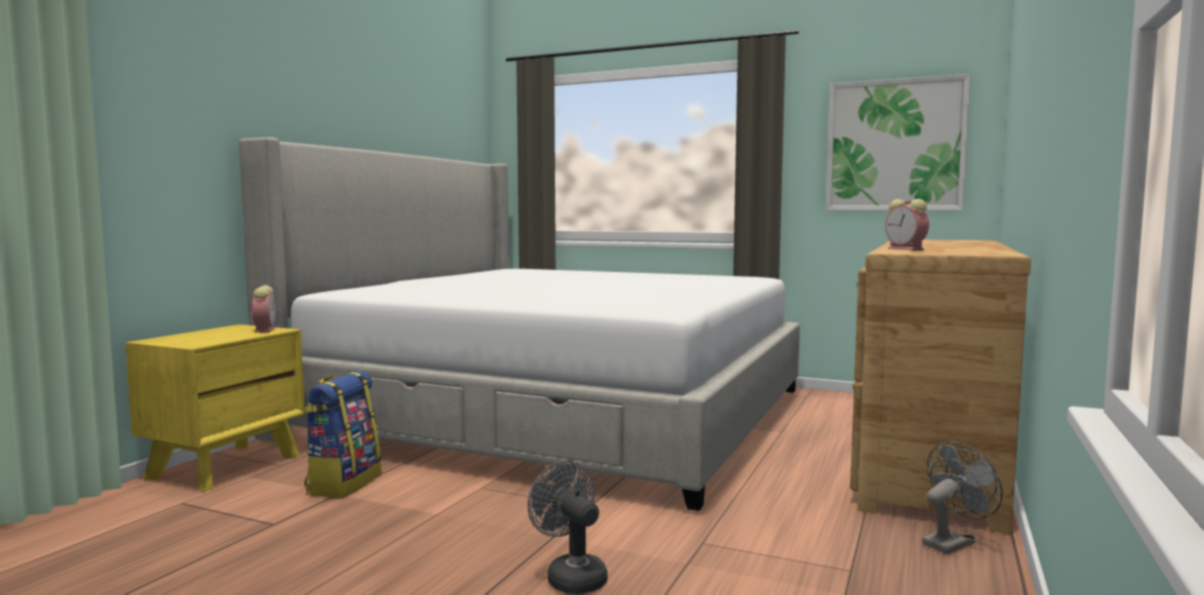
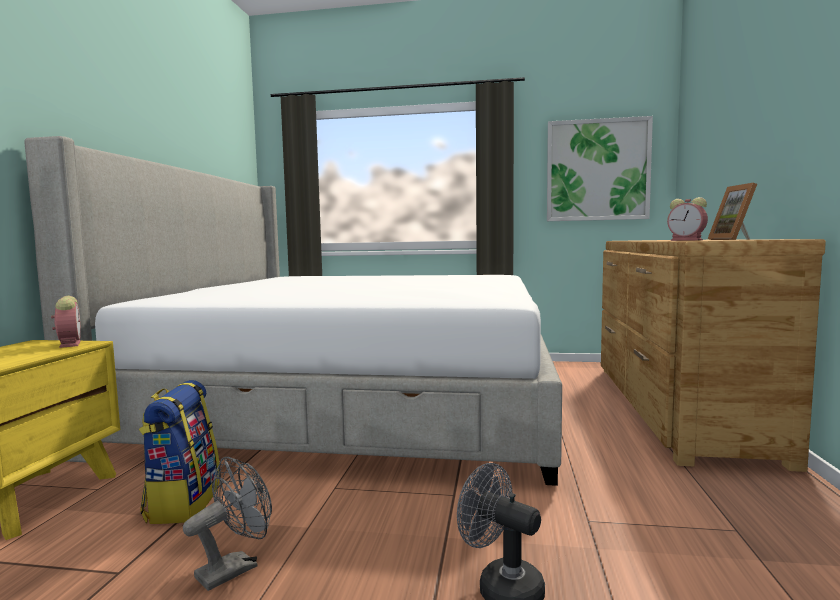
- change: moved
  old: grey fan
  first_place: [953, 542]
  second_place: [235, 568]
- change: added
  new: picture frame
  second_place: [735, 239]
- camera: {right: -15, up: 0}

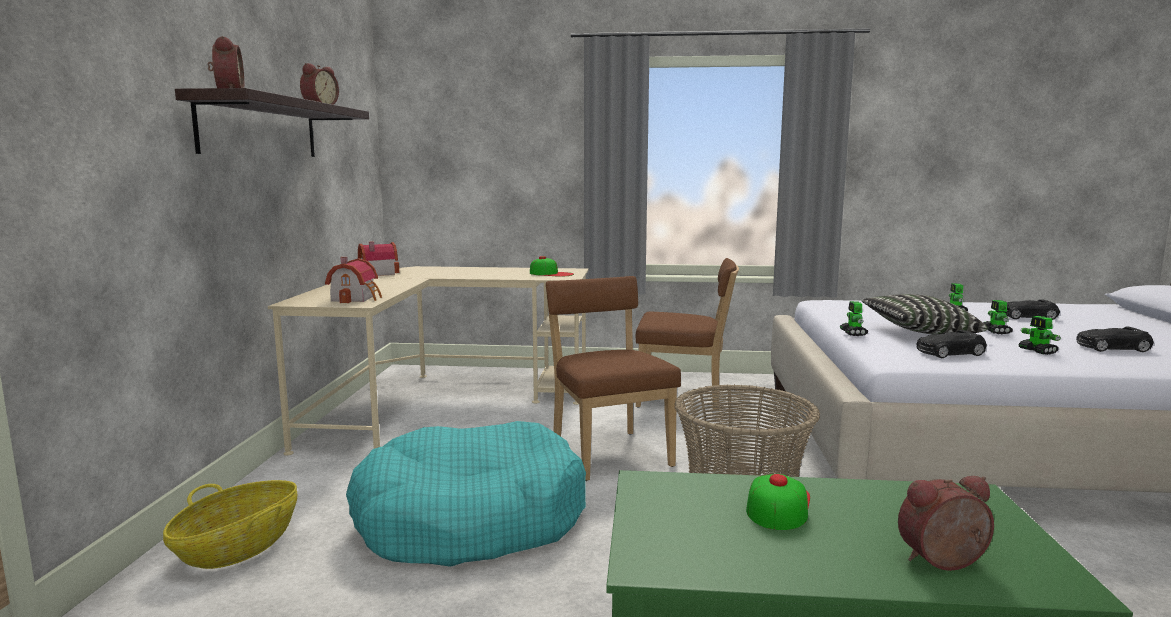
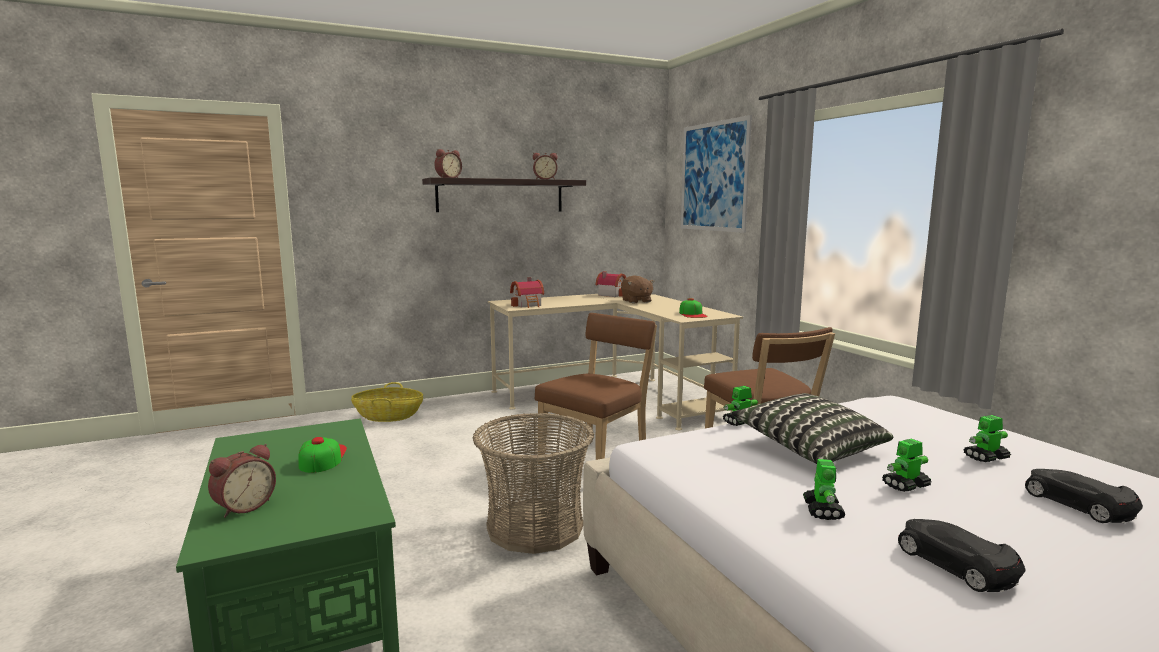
- change: turned
  old: toy robot
  first_place: [1038, 351]
  second_place: [822, 510]
  degrees: 150
- change: removed
  old: black toy car
  first_place: [949, 353]
- change: removed
  old: turquoise dog bed
  first_place: [470, 519]
- change: turned
  old: cap
  first_place: [777, 504]
  second_place: [322, 457]
  degrees: -90
- change: turned
  old: alarm clock
  first_place: [944, 563]
  second_place: [243, 506]
  degrees: 75
- change: added
  new: picture
  second_place: [713, 177]
- change: added
  new: brown plush toy
  second_place: [636, 301]
- camera: {right: 60, up: 0}

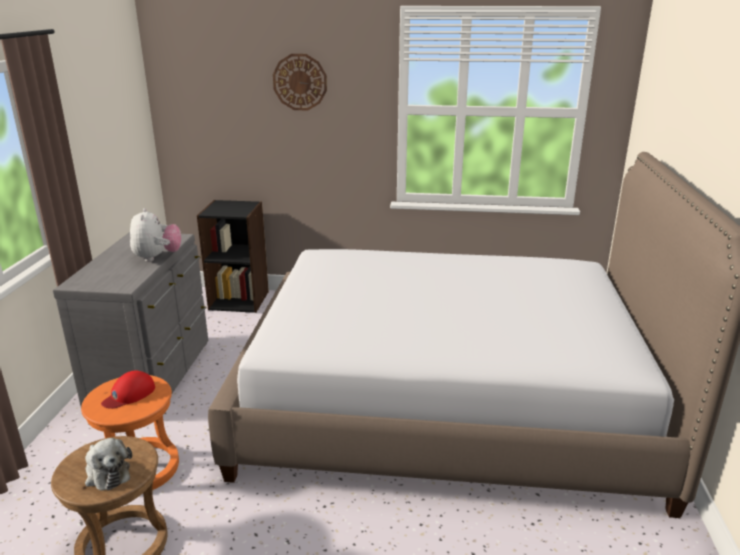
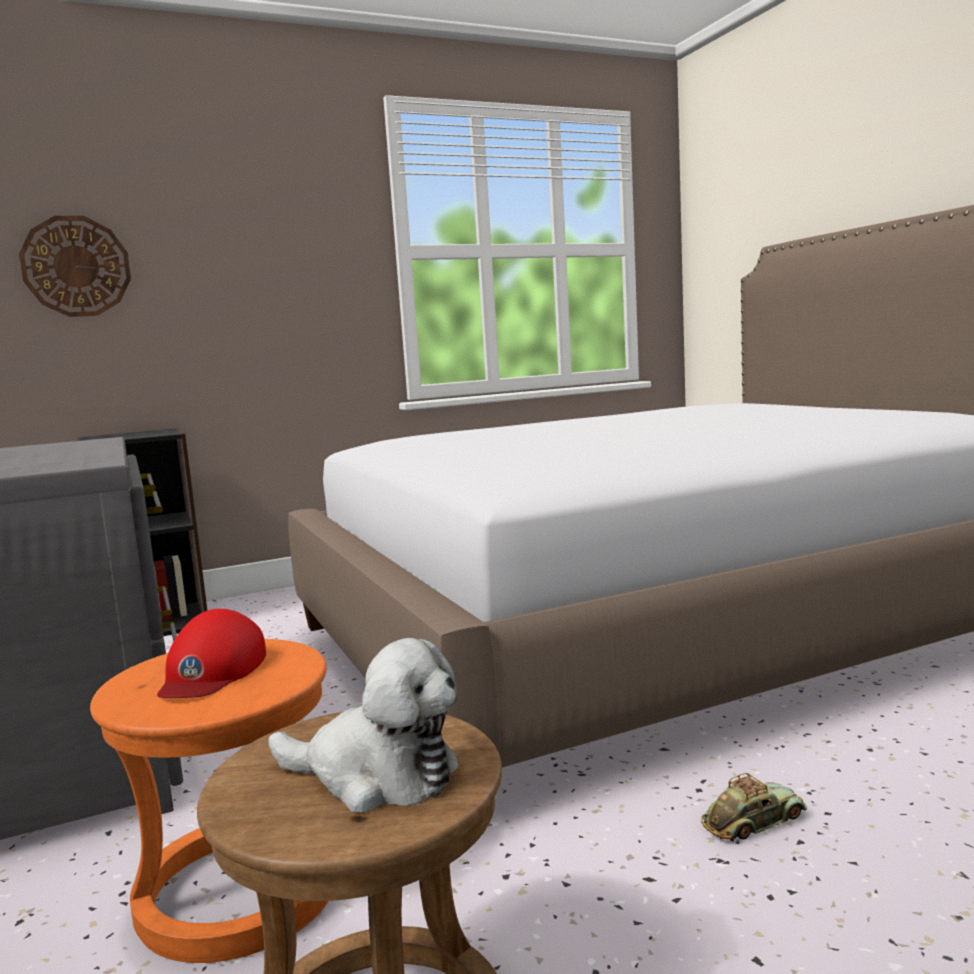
- change: moved
  old: wall clock
  first_place: [300, 82]
  second_place: [76, 266]
- change: removed
  old: plush toy
  first_place: [157, 257]
- change: added
  new: toy car
  second_place: [753, 821]
- camera: {right: -30, up: -15}

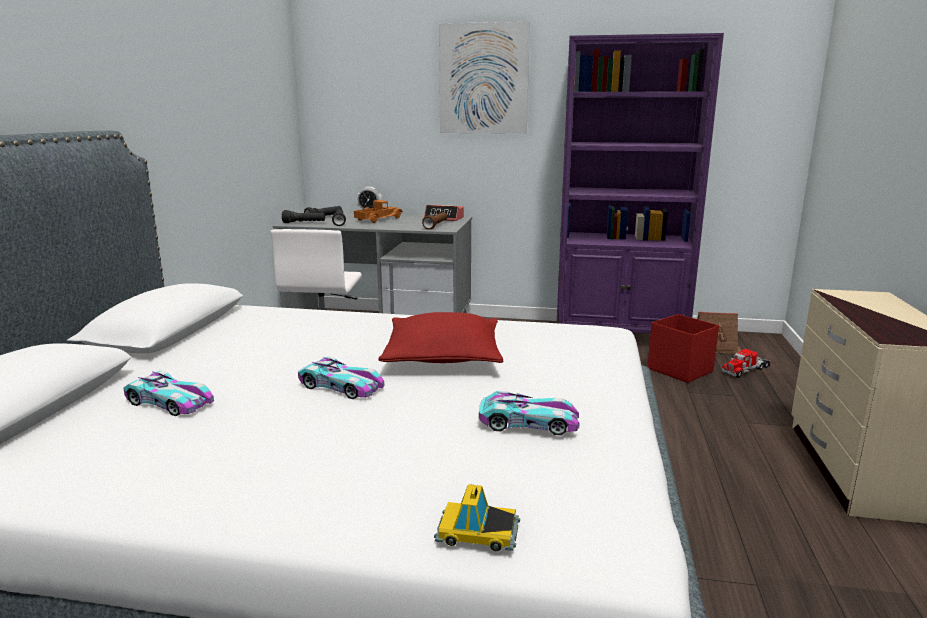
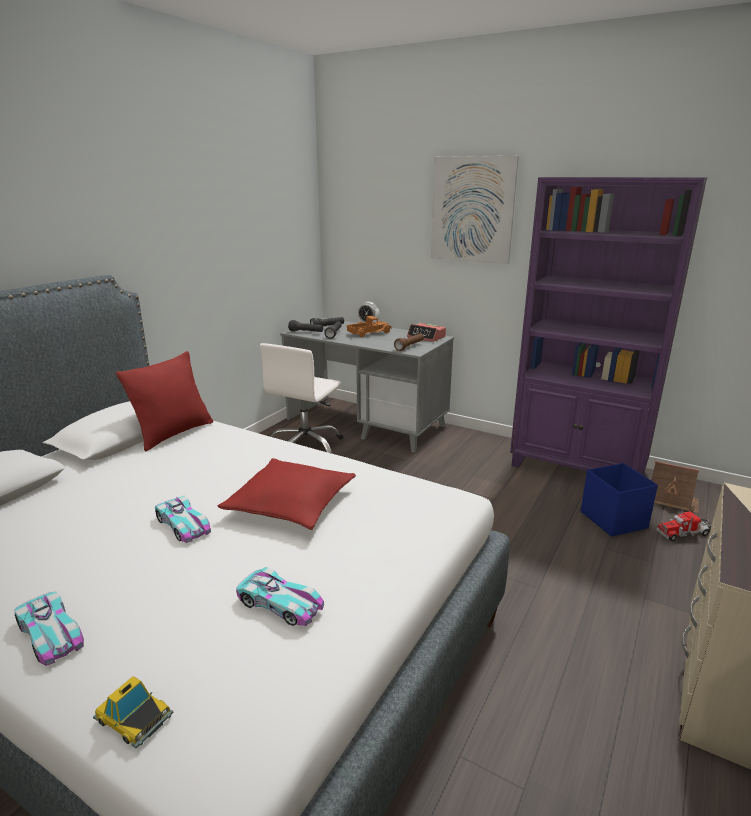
- change: recoloured
  old: red storage box
  new: blue storage box
  first_place: [679, 370]
  second_place: [613, 519]
- change: moved
  old: toy car
  first_place: [170, 402]
  second_place: [50, 633]
- change: added
  new: red pillow
  second_place: [174, 433]
- camera: {right: 20, up: 5}

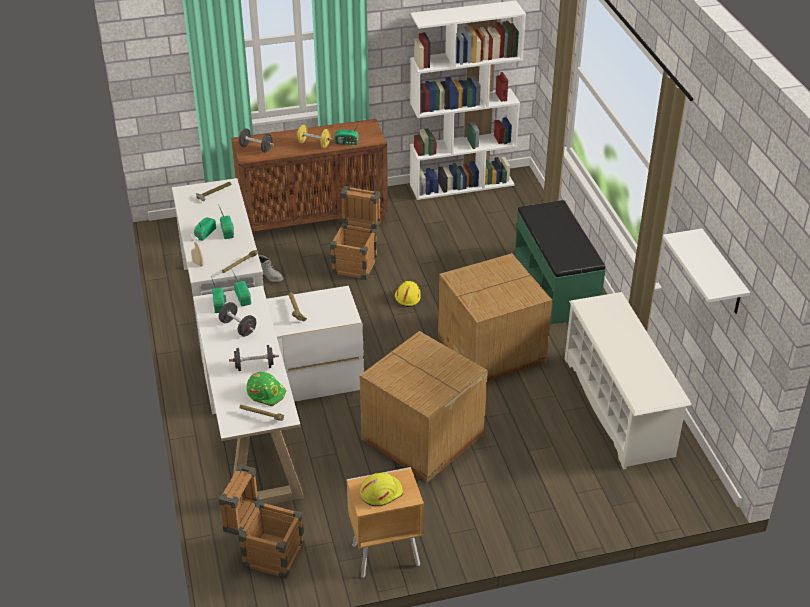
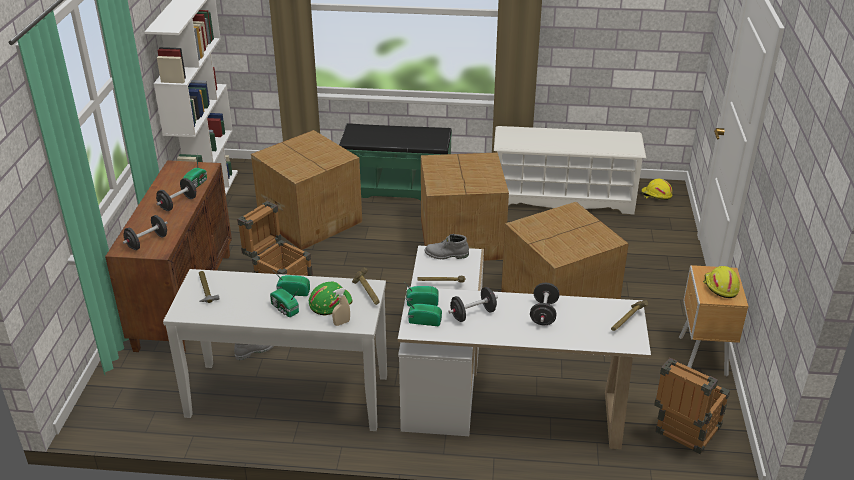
- change: recoloured
  old: yellow dumbbell
  new: black dumbbell
  first_place: [314, 144]
  second_place: [178, 203]
- change: removed
  old: white shelf
  first_place: [722, 274]
- change: moved
  old: yellow hard hat
  first_place: [407, 297]
  second_place: [656, 195]
- change: moved
  old: green hard hat
  first_place: [266, 393]
  second_place: [330, 303]
- change: added
  new: cardboard box
  second_place: [310, 219]
- change: added
  new: grey boot
  second_place: [446, 255]
- camera: {right: -70, up: -5}

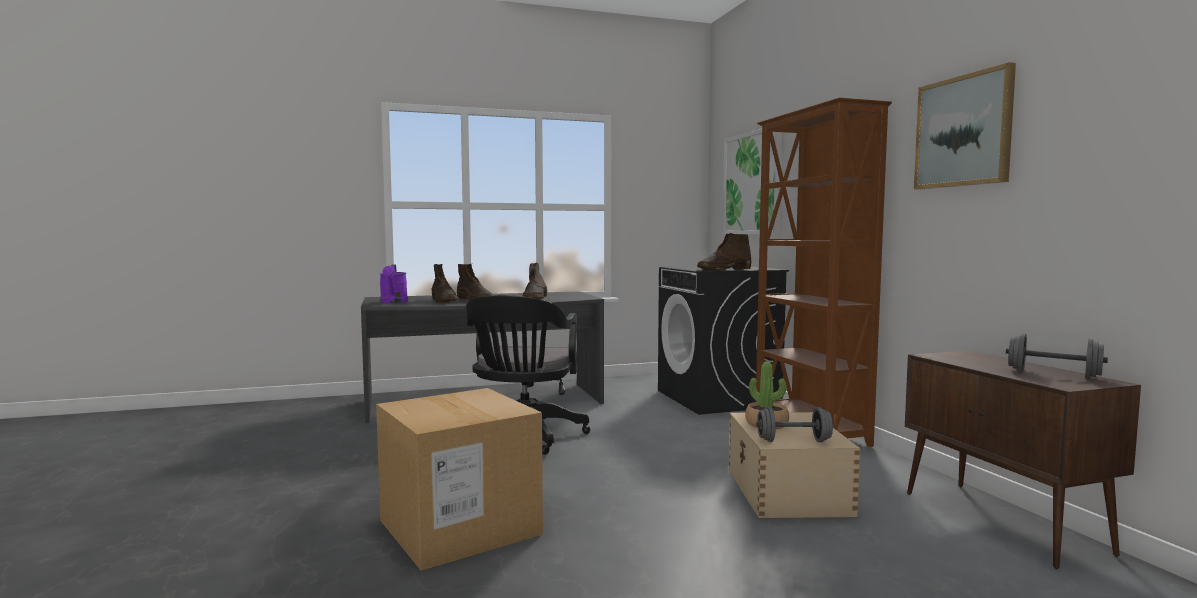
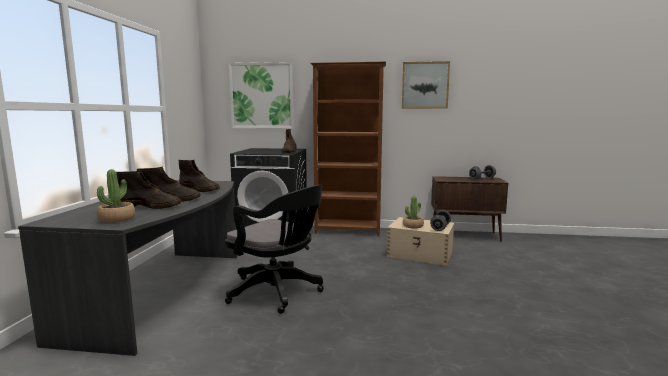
- change: replaced
  old: purple watering can
  new: potted plant
  first_place: [393, 302]
  second_place: [116, 219]
- change: removed
  old: cardboard box
  first_place: [459, 527]
- camera: {right: -65, up: 5}

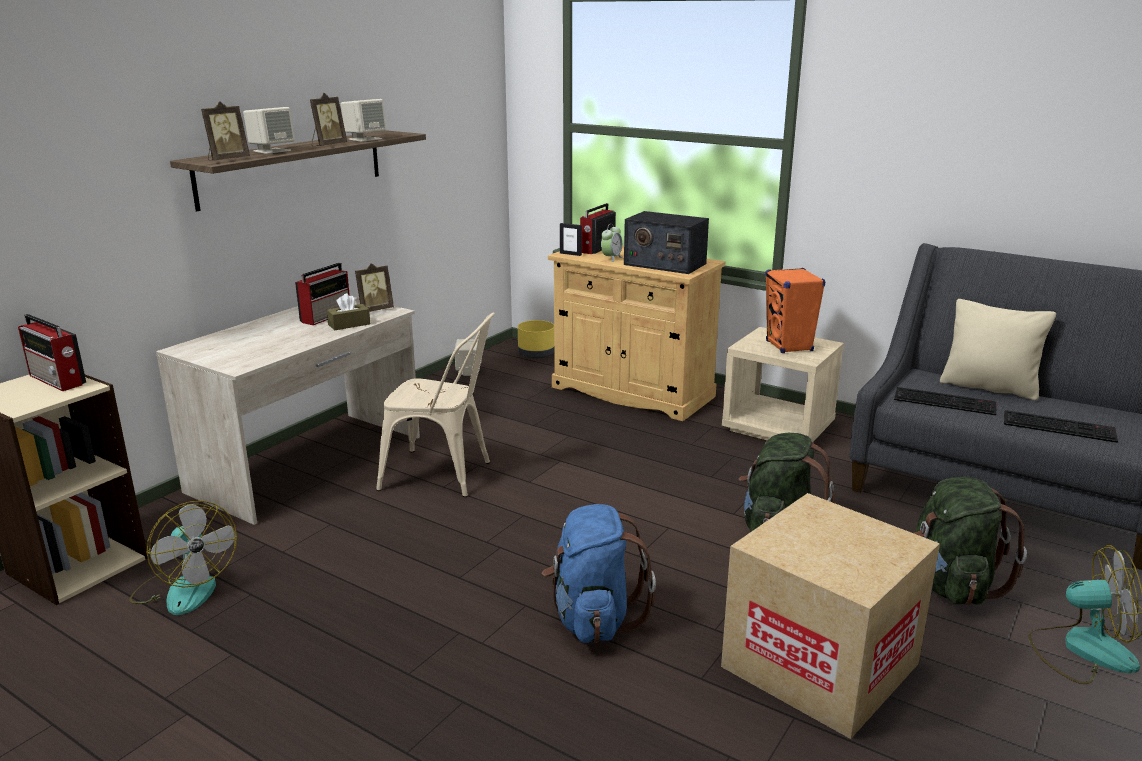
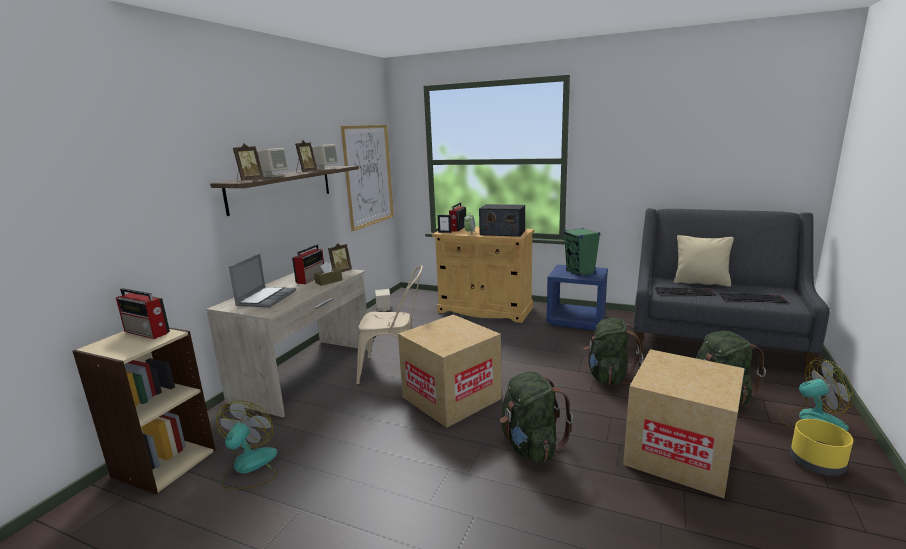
- change: recoloured
  old: orange speaker
  new: green speaker
  first_place: [789, 346]
  second_place: [580, 272]
- change: moved
  old: yellow planter
  first_place: [537, 354]
  second_place: [816, 463]
- change: recoloured
  old: beige nightstand
  new: blue nightstand
  first_place: [778, 428]
  second_place: [576, 320]
- change: turned
  old: fan
  first_place: [185, 588]
  second_place: [249, 467]
  degrees: -120
- change: recoloured
  old: blue backpack
  new: green backpack
  first_place: [593, 619]
  second_place: [530, 446]
- change: added
  new: picture
  second_place: [368, 175]
- change: added
  new: laptop
  second_place: [266, 298]
- change: added
  new: cardboard box
  second_place: [451, 398]
- camera: {right: -10, up: -5}

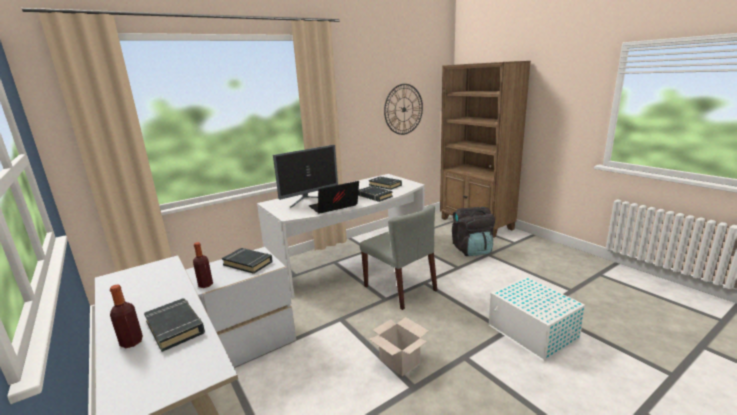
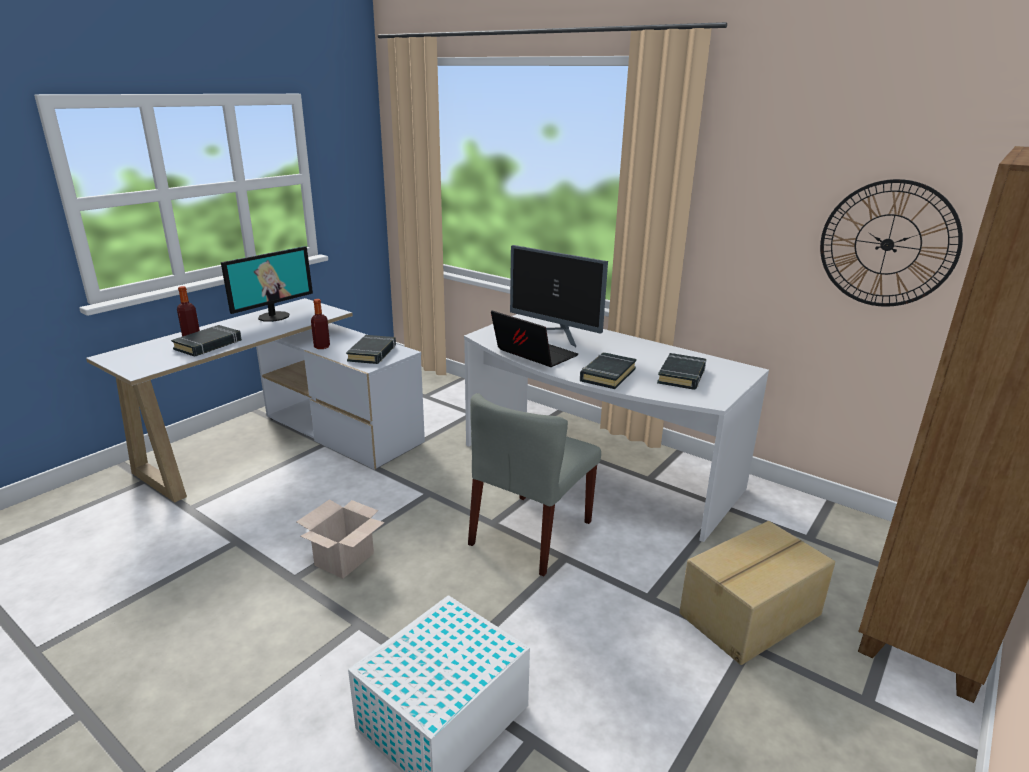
- change: replaced
  old: black backpack
  new: cardboard box
  first_place: [472, 250]
  second_place: [752, 615]
- change: added
  new: monitor
  second_place: [273, 316]
- camera: {right: 70, up: 5}

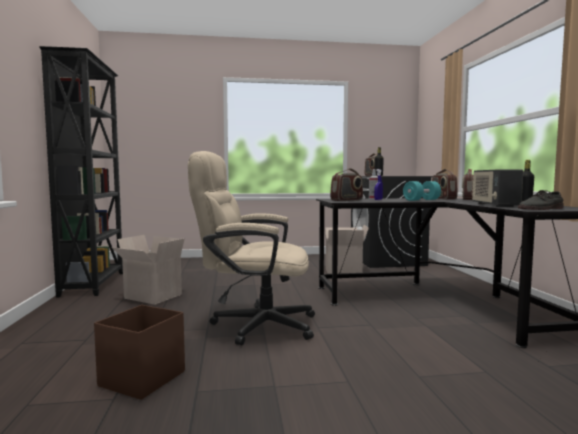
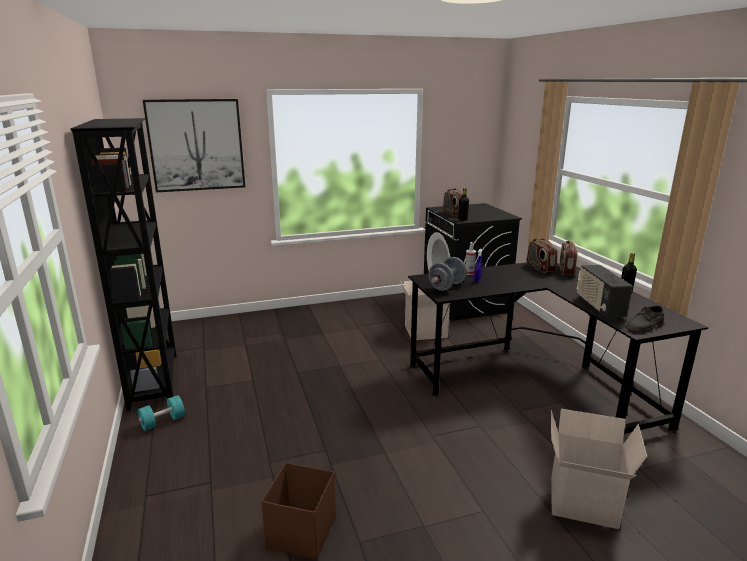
- change: removed
  old: beige office chair
  first_place: [254, 325]
- change: replaced
  old: radio
  new: grey dumbbell
  first_place: [347, 200]
  second_place: [447, 286]
- change: moved
  old: turquoise dumbbell
  first_place: [421, 200]
  second_place: [163, 422]
- change: moved
  old: cardboard box
  first_place: [151, 297]
  second_place: [582, 504]
- change: added
  new: picture
  second_place: [196, 145]
- camera: {right: -10, up: 15}

